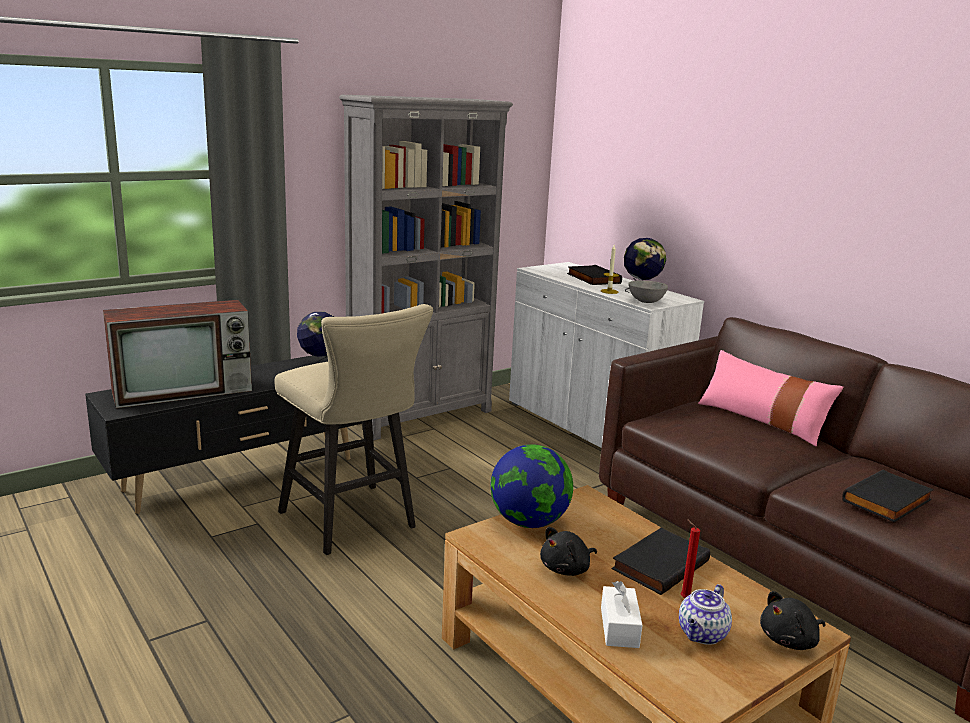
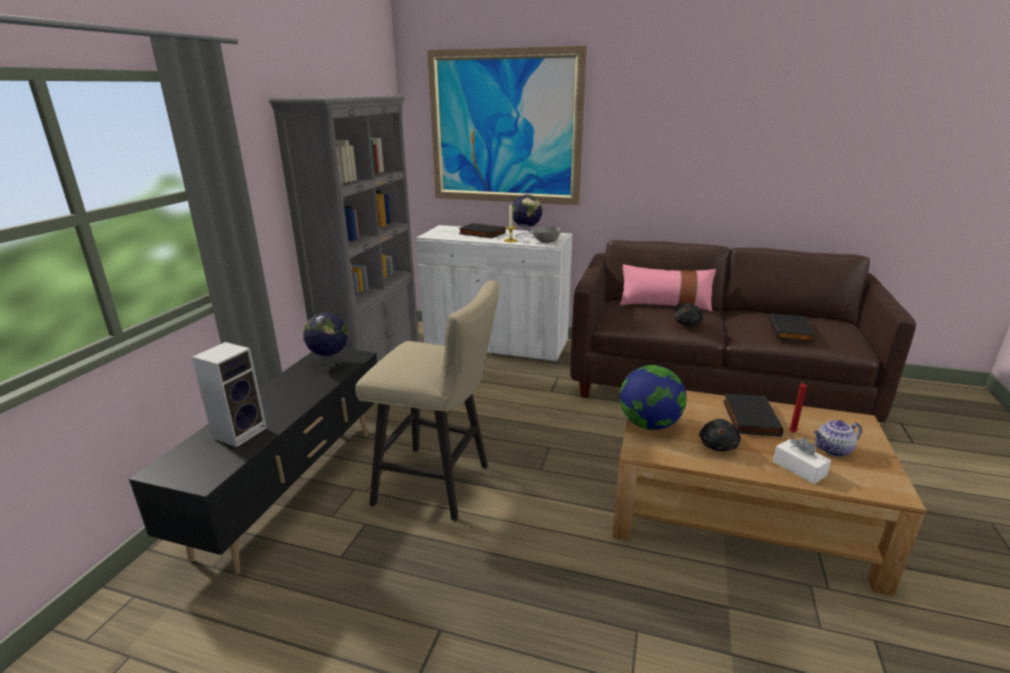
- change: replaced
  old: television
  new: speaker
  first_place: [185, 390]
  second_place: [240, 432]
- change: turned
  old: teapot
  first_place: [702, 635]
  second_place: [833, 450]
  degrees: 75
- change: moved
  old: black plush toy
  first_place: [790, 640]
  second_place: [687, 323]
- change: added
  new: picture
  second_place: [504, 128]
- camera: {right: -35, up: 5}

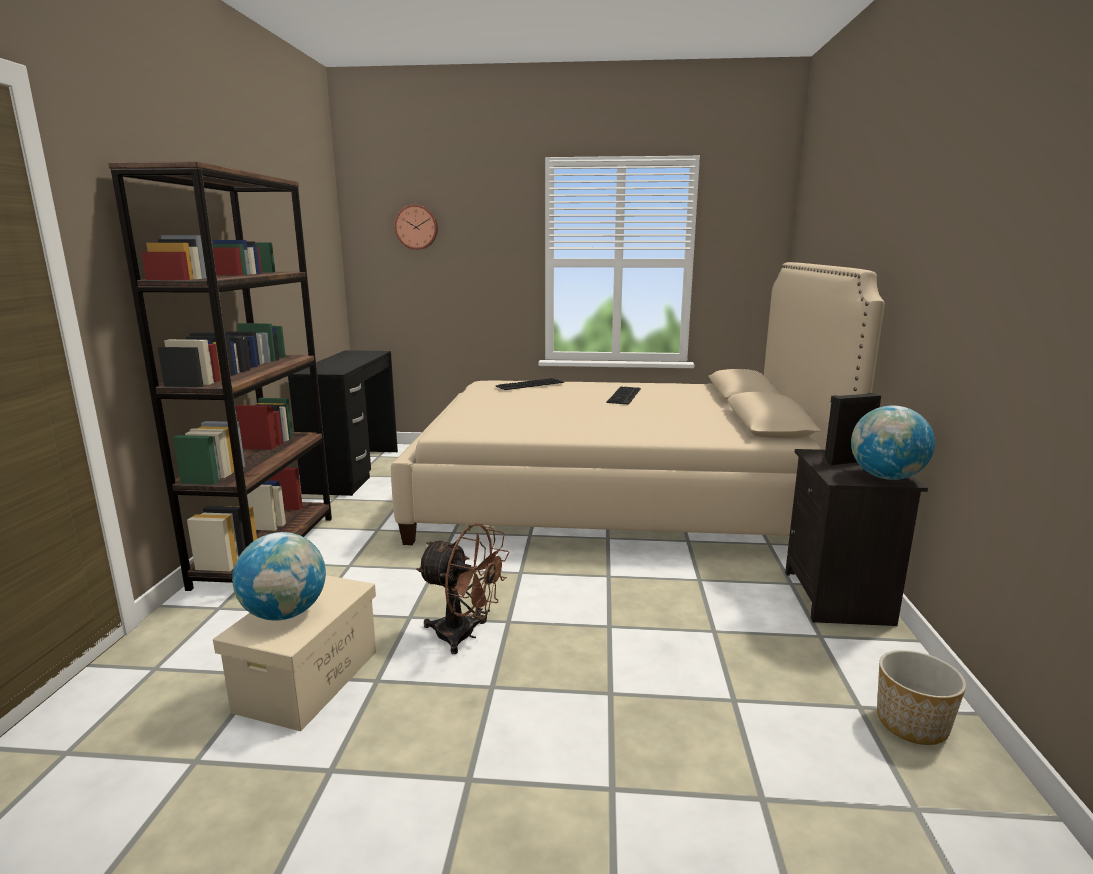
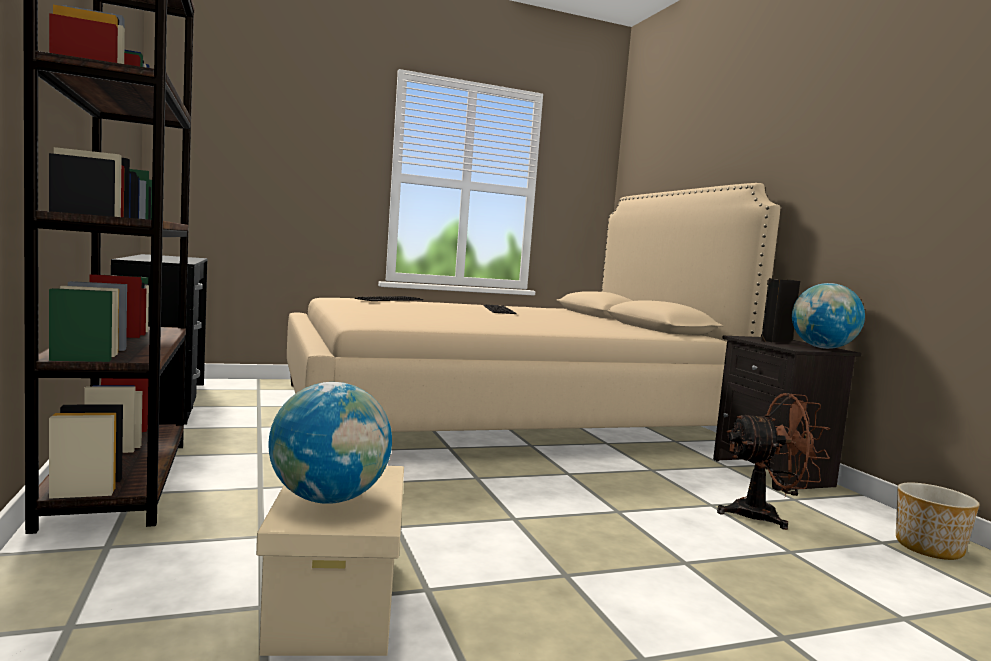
- change: removed
  old: wall clock
  first_place: [416, 227]
- change: moved
  old: brown fan
  first_place: [464, 635]
  second_place: [765, 516]
- camera: {right: -25, up: -10}

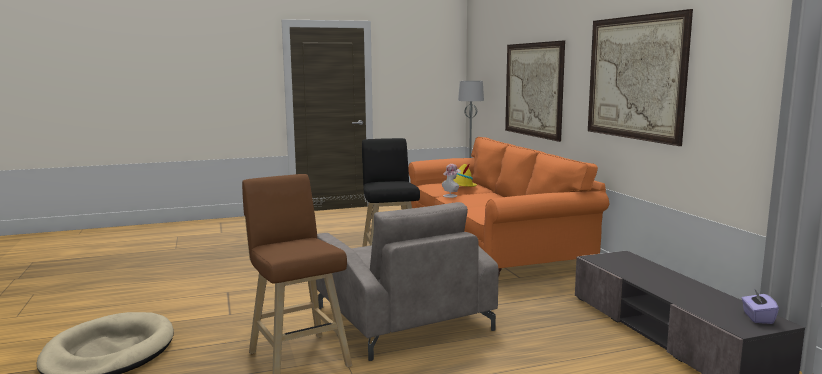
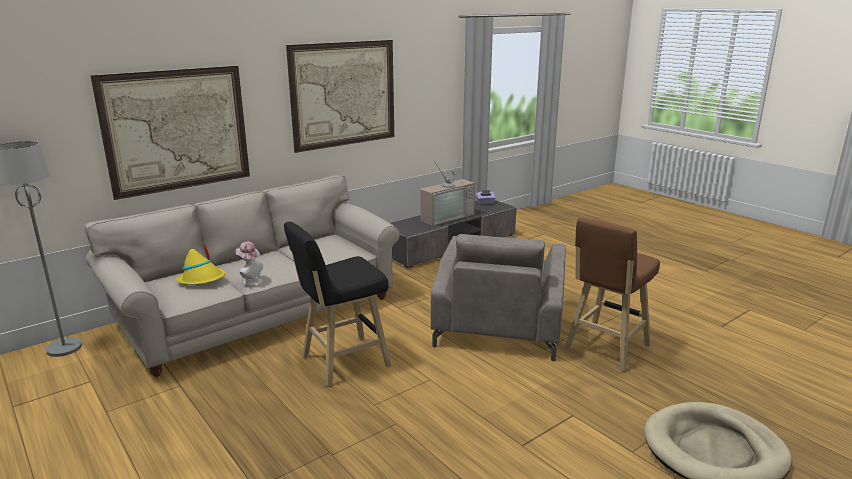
- change: recoloured
  old: orange sofa
  new: beige sofa
  first_place: [491, 243]
  second_place: [259, 312]
- change: turned
  old: grey armchair
  first_place: [402, 318]
  second_place: [499, 323]
  degrees: 150
- change: added
  new: television
  second_place: [445, 216]
- camera: {right: -110, up: 10}

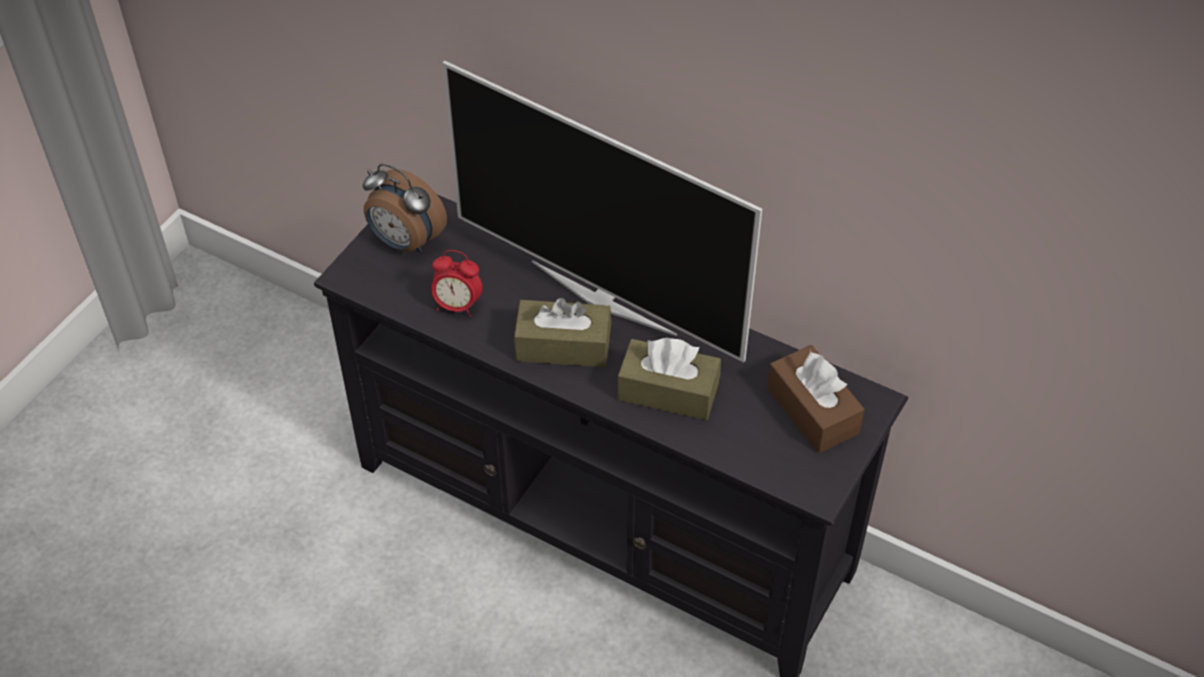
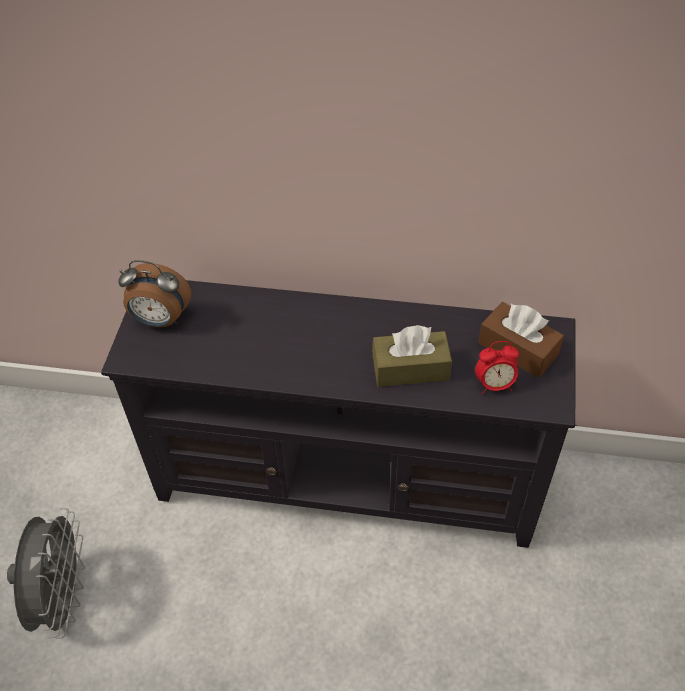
- change: removed
  old: television
  first_place: [605, 296]
- change: moved
  old: alarm clock
  first_place: [457, 306]
  second_place: [494, 385]
- change: removed
  old: brown tissue box
  first_place: [563, 346]
- change: added
  new: grey fan
  second_place: [63, 597]
- camera: {right: -20, up: 0}

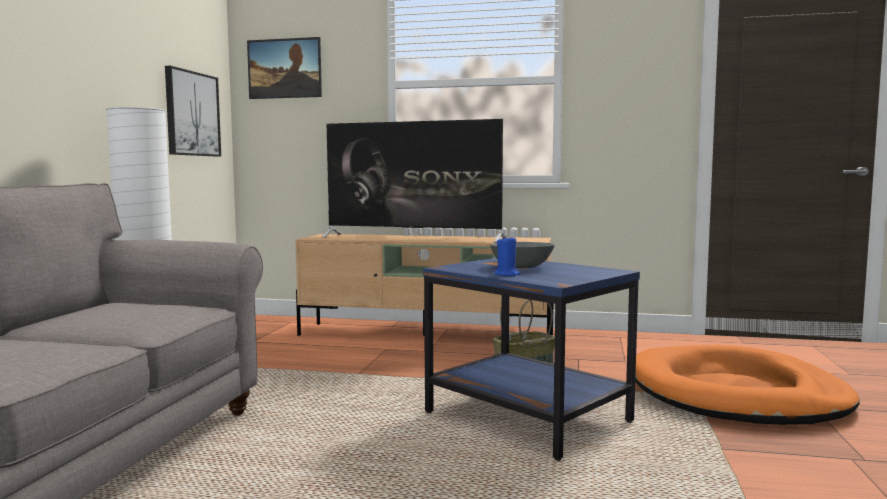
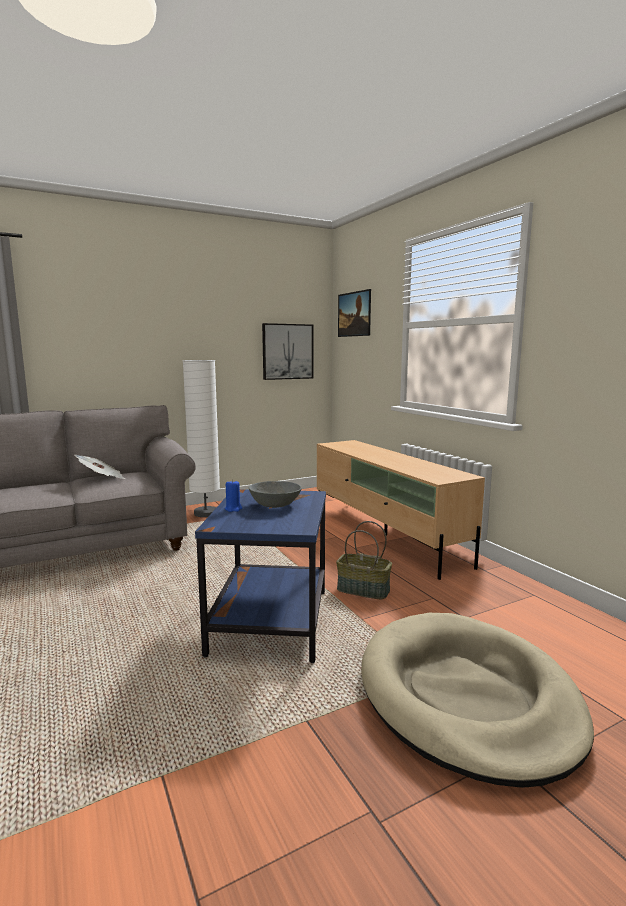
- change: removed
  old: television
  first_place: [413, 238]
- change: recoloured
  old: orange dog bed
  new: beige dog bed
  first_place: [736, 394]
  second_place: [467, 697]
- change: added
  new: newspaper
  second_place: [102, 479]
- camera: {right: 50, up: 5}

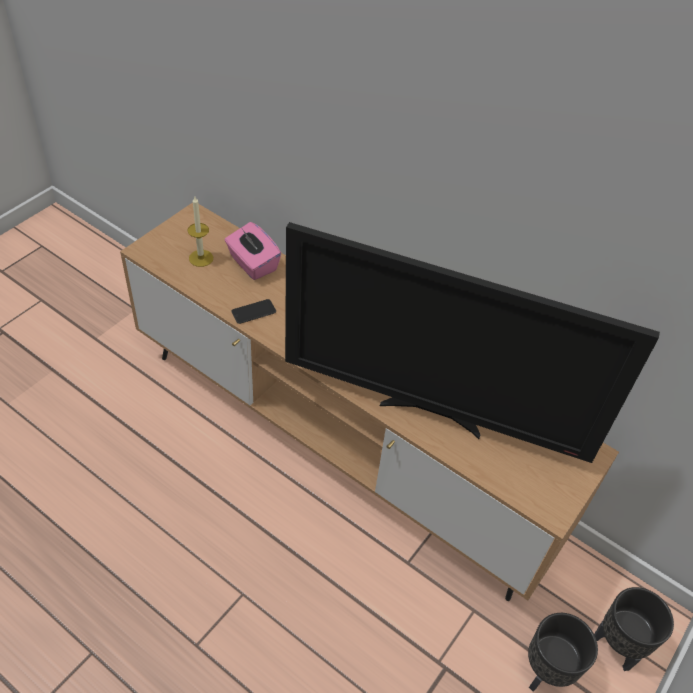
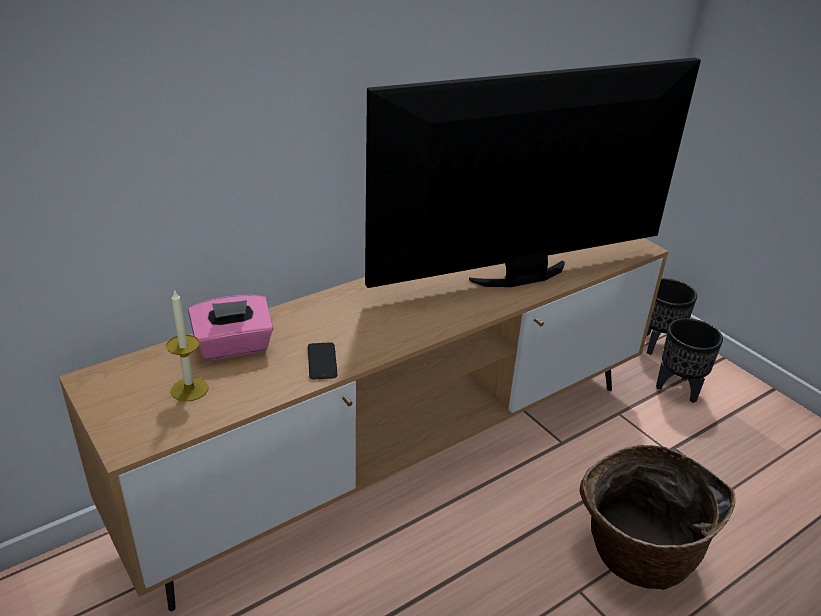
- change: turned
  old: television
  first_place: [433, 413]
  second_place: [521, 277]
  degrees: -150
- change: added
  new: basket
  second_place: [635, 556]
- camera: {right: -70, up: -15}

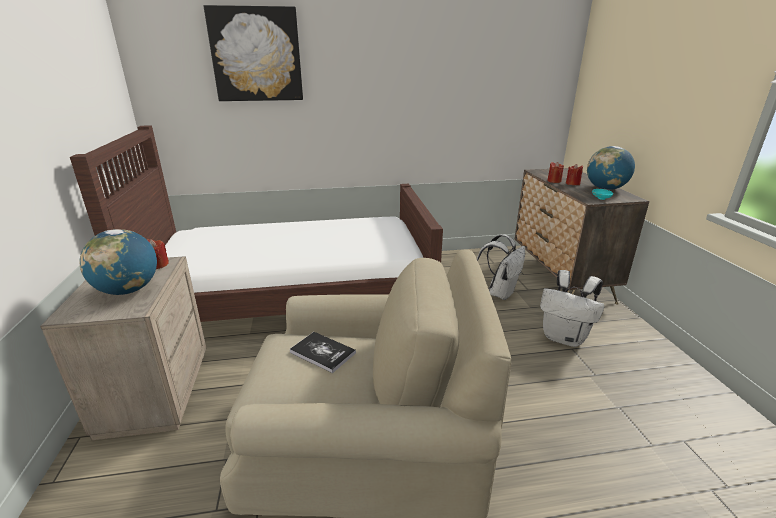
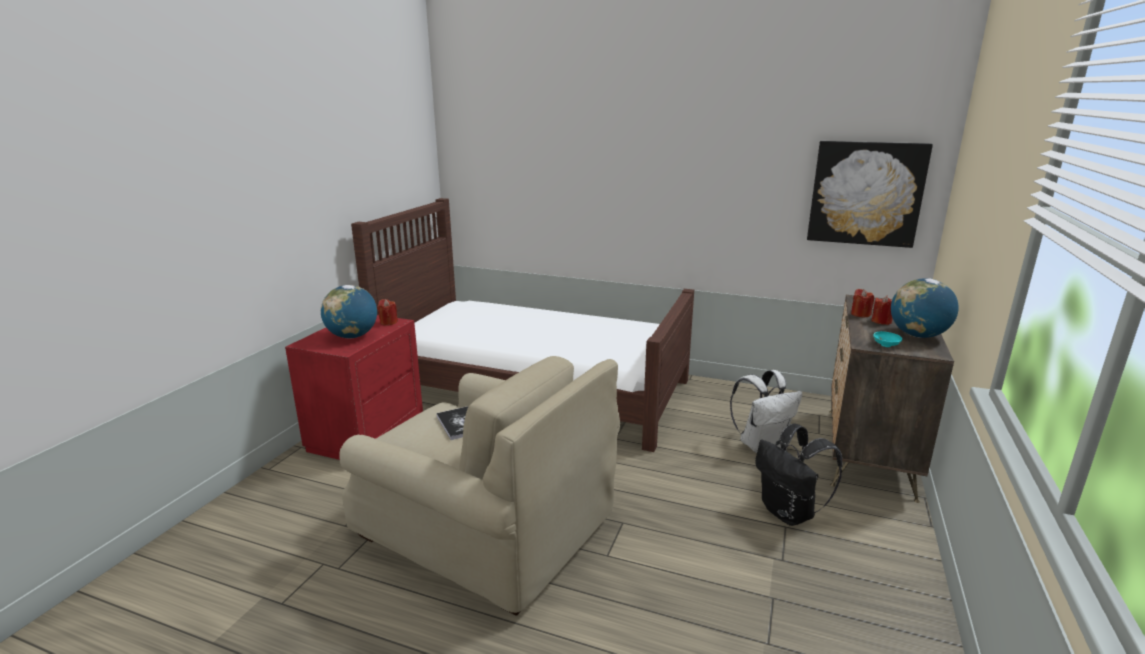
- change: moved
  old: picture
  first_place: [256, 55]
  second_place: [866, 193]
- change: recoloured
  old: beige nightstand
  new: red nightstand
  first_place: [154, 393]
  second_place: [365, 433]
- change: recoloured
  old: white backpack
  new: black backpack
  first_place: [564, 338]
  second_place: [789, 513]
- camera: {right: 30, up: -5}

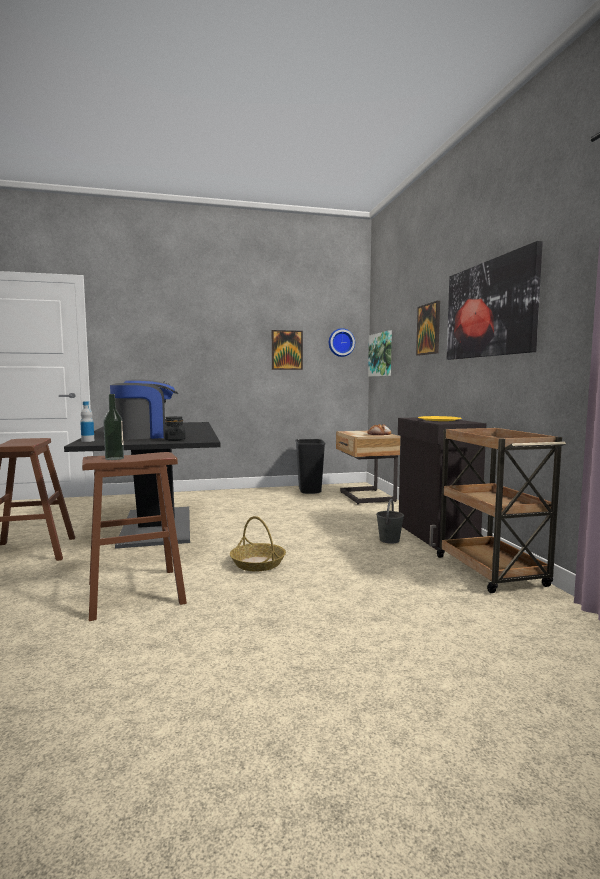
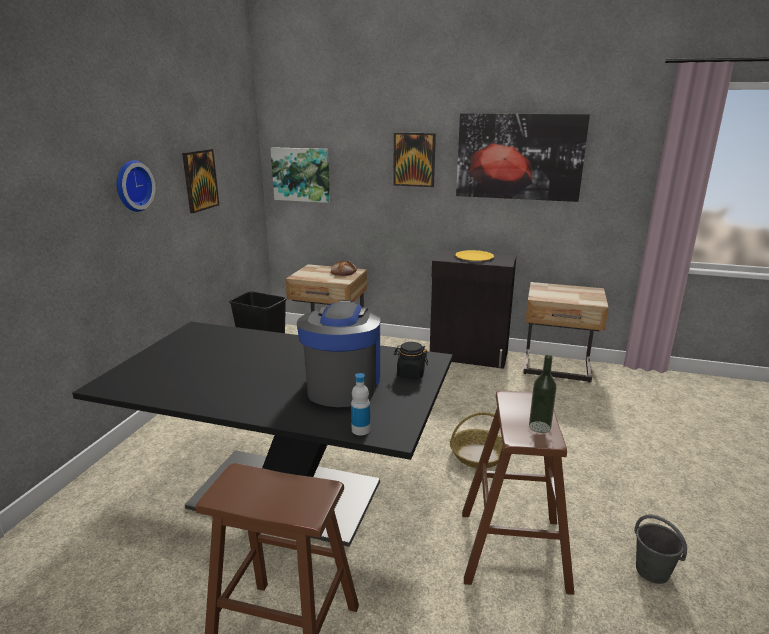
- change: moved
  old: wall clock
  first_place: [341, 342]
  second_place: [132, 186]
- change: replaced
  old: brown cart
  new: beige nightstand
  first_place: [491, 572]
  second_place: [557, 368]
- change: moved
  old: grey bucket
  first_place: [389, 540]
  second_place: [653, 571]
- camera: {right: -60, up: 15}

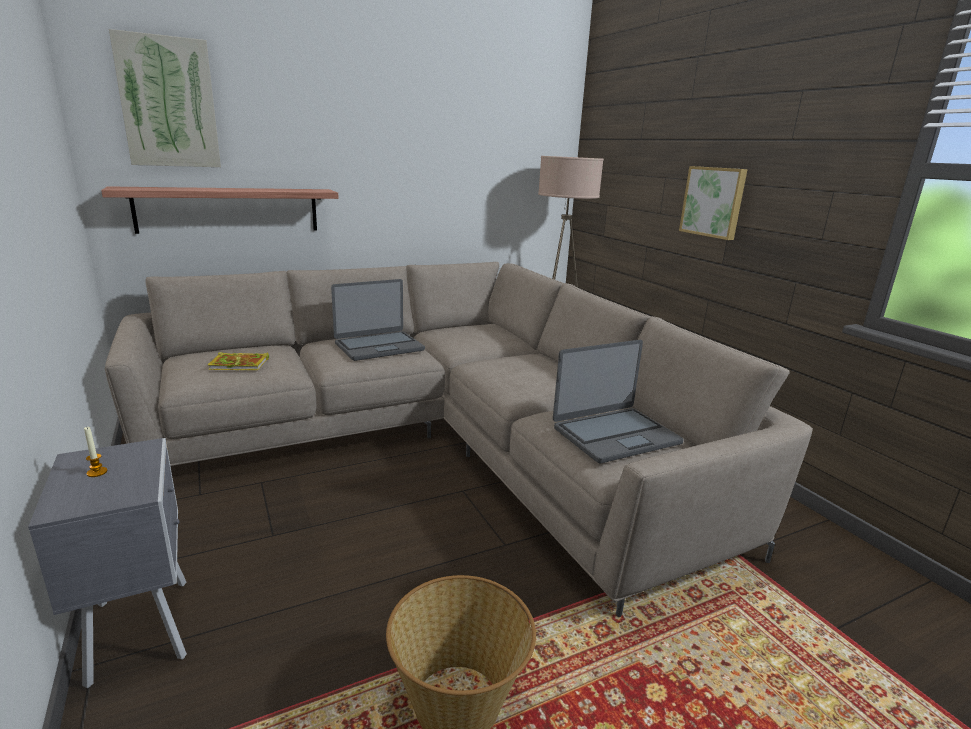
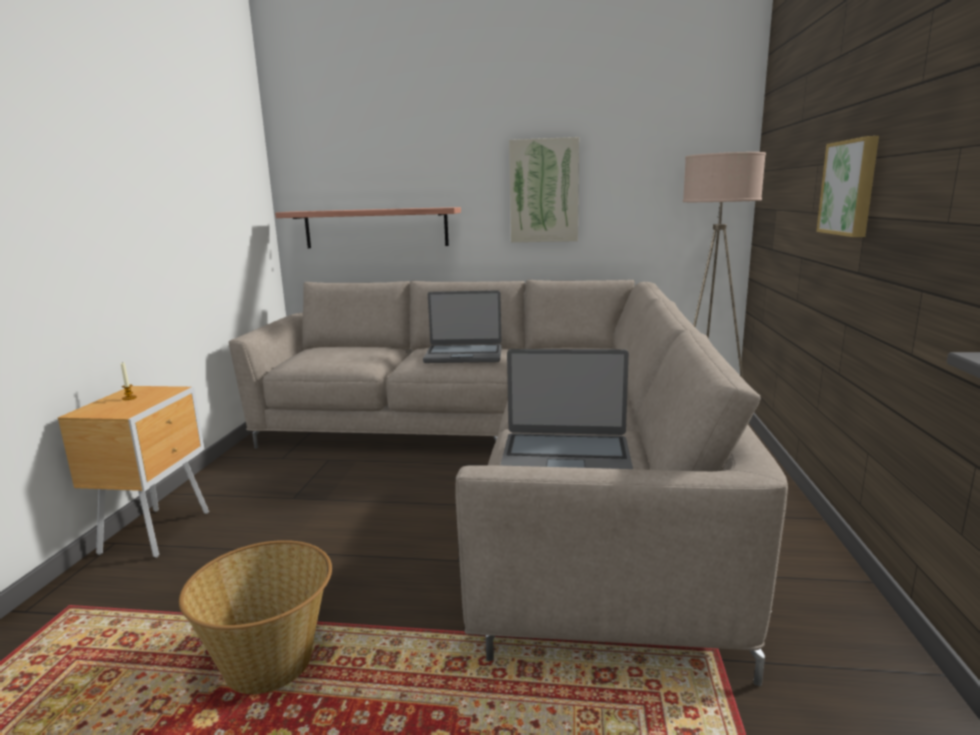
- change: moved
  old: picture
  first_place: [168, 103]
  second_place: [544, 191]
- change: removed
  old: book
  first_place: [240, 364]
- change: recoloured
  old: grey nightstand
  new: brown nightstand
  first_place: [143, 628]
  second_place: [159, 531]
- camera: {right: 35, up: -5}

